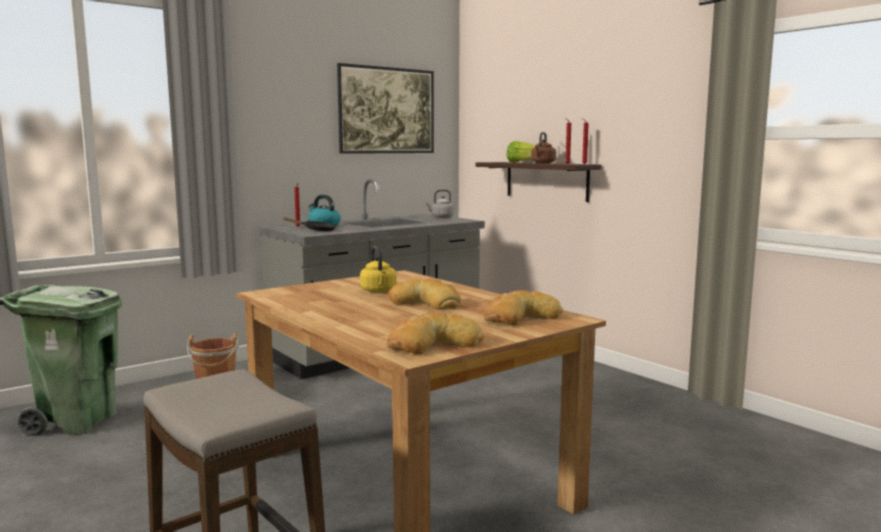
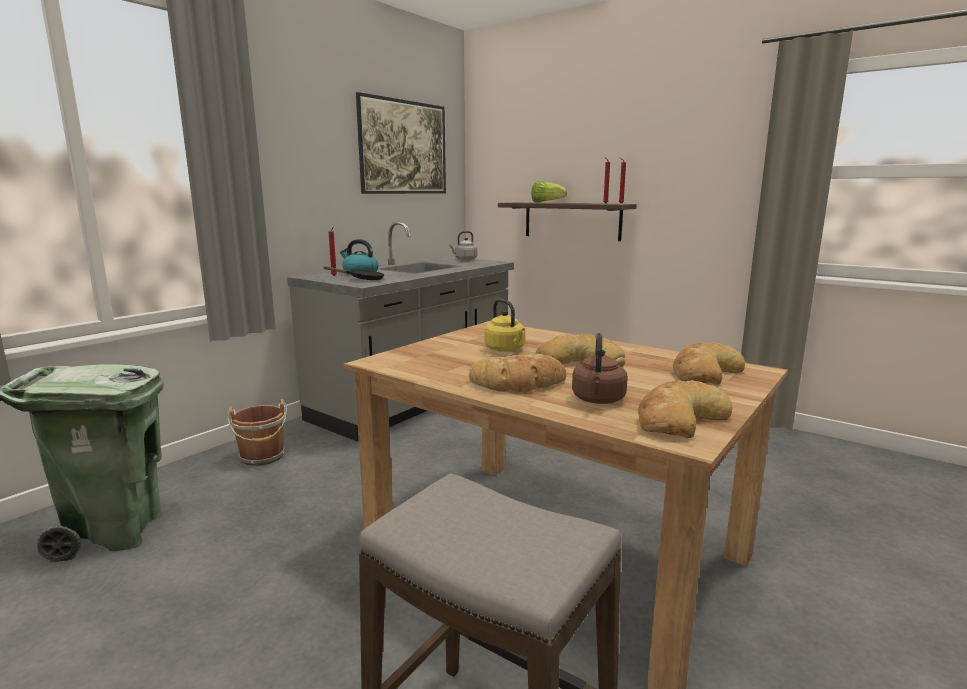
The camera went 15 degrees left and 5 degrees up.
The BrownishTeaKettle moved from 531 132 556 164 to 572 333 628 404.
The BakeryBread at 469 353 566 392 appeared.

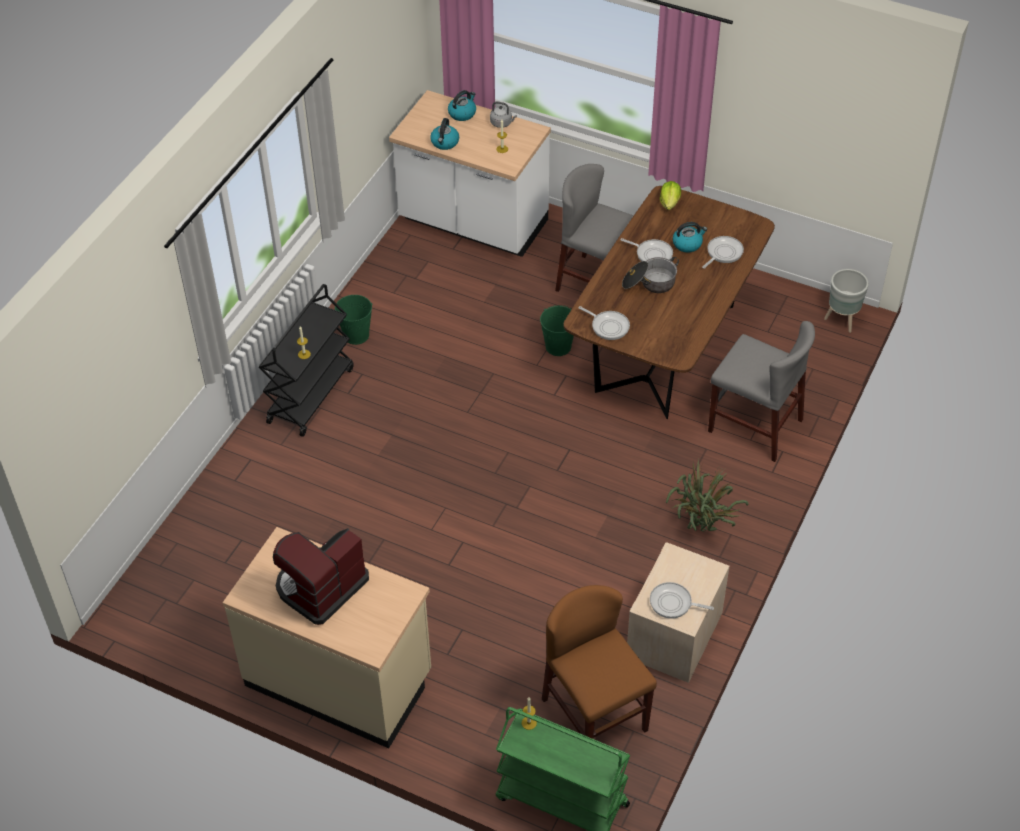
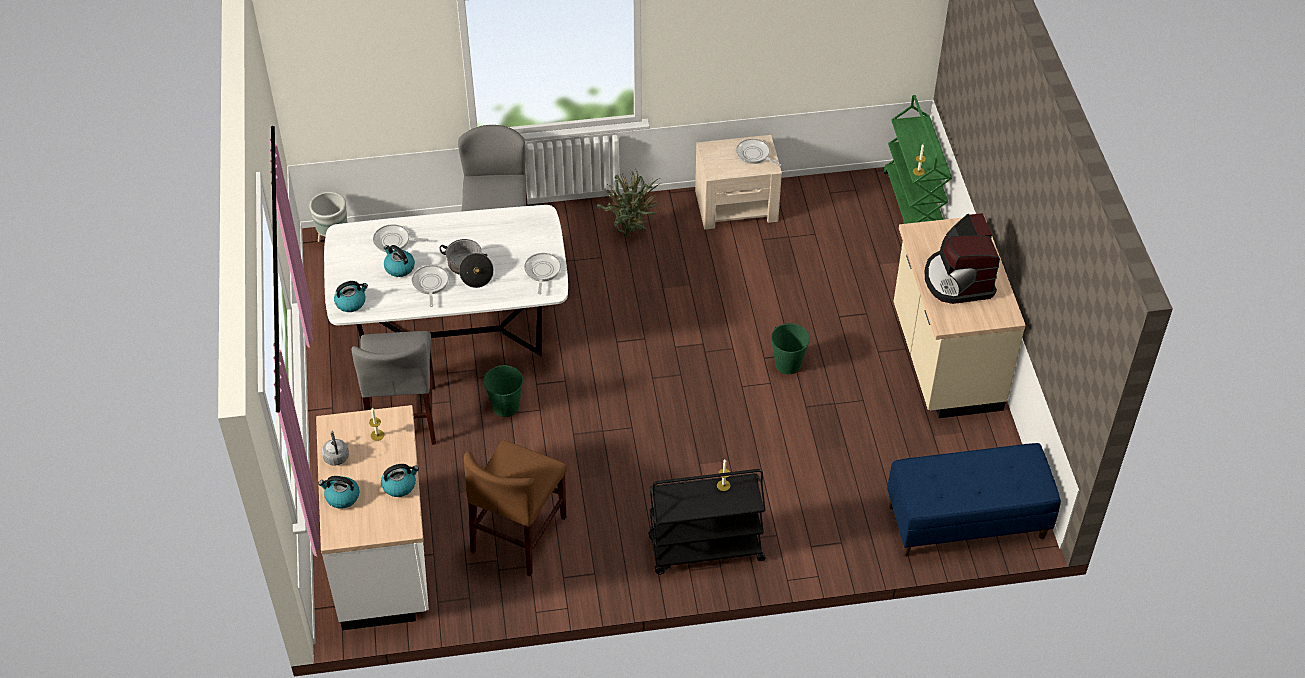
The camera went 125 degrees left and 0 degrees up.
The CoffeeBrewer at 273 528 369 625 turned 75 degrees clockwise.
The GreenColouredPail moved from 335 295 373 345 to 771 323 810 374.
The BrownishPlainChair moved from 542 585 657 739 to 464 440 567 576.
The BrownishDiningTable at 563 186 775 419 became the WhiteDiningTable at 324 205 568 356.
The Pan at 650 582 714 619 turned 150 degrees clockwise.
The Lettuce at 660 181 681 210 was replaced by the TeaKettle at 334 281 368 312.
The BluishIndoorBench at 887 443 1061 557 appeared.

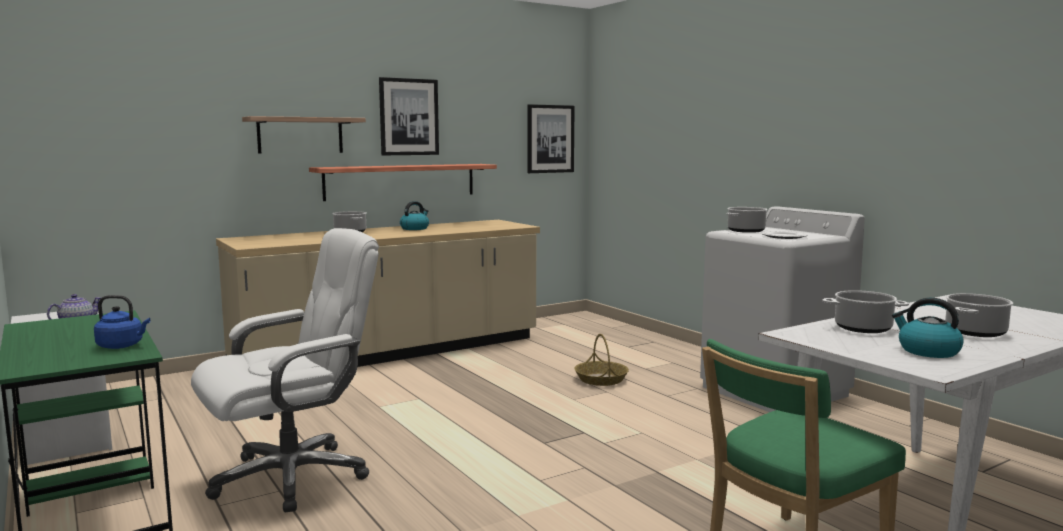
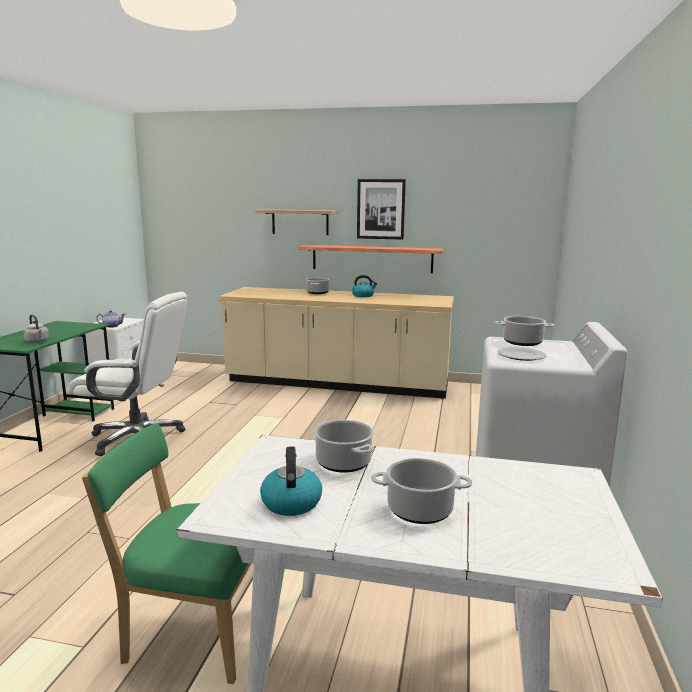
The camera went 45 degrees right and 5 degrees up.
The BluishTeaKettle at 94 295 150 349 became the GreyTeaKettle at 23 314 49 343.
The WallArt at 527 104 575 173 disappeared.
The StorageBasket at 574 334 629 386 disappeared.

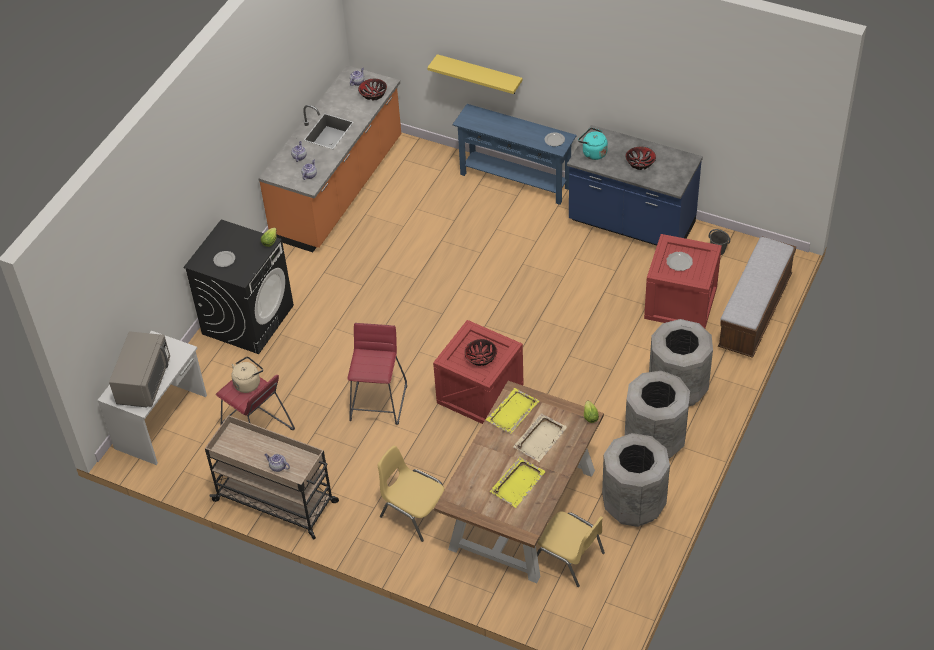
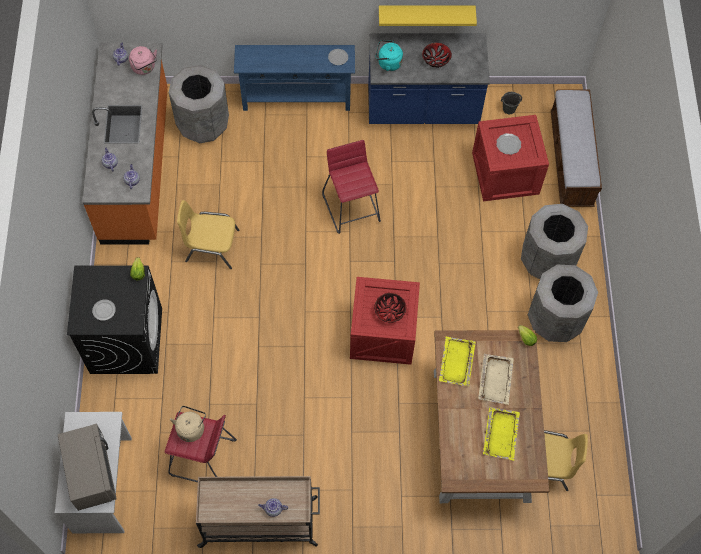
The camera went 30 degrees left and 15 degrees up.
The RedSittingStool moved from 348 323 407 425 to 322 140 381 234.
The Bowl at 358 79 387 101 was replaced by the PinkishTeaKettle at 129 46 157 75.
The YellowColouredPlainChair moved from 378 446 445 542 to 177 200 240 269.
The YellowColouredWallShelf moved from 427 54 523 94 to 379 5 477 26.
The GreyRubbishBin moved from 602 433 670 527 to 169 65 229 143.

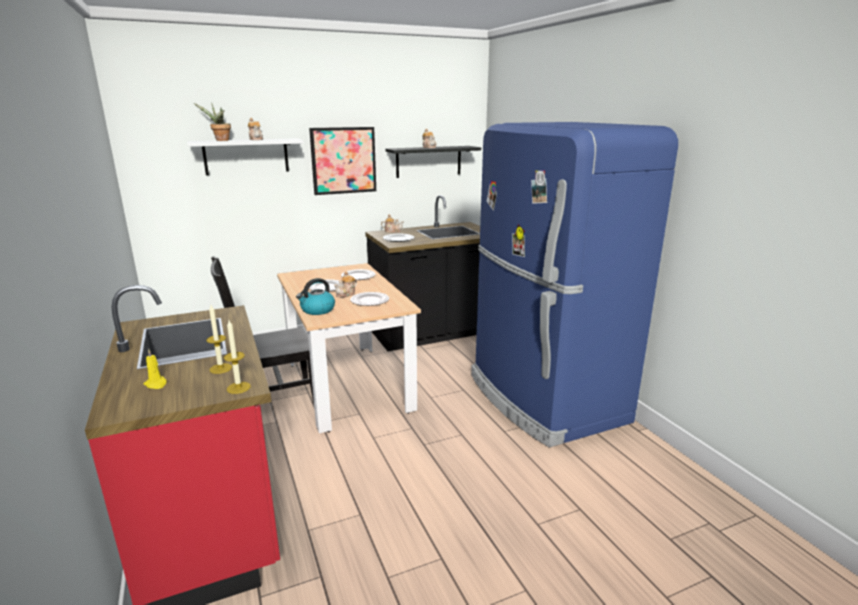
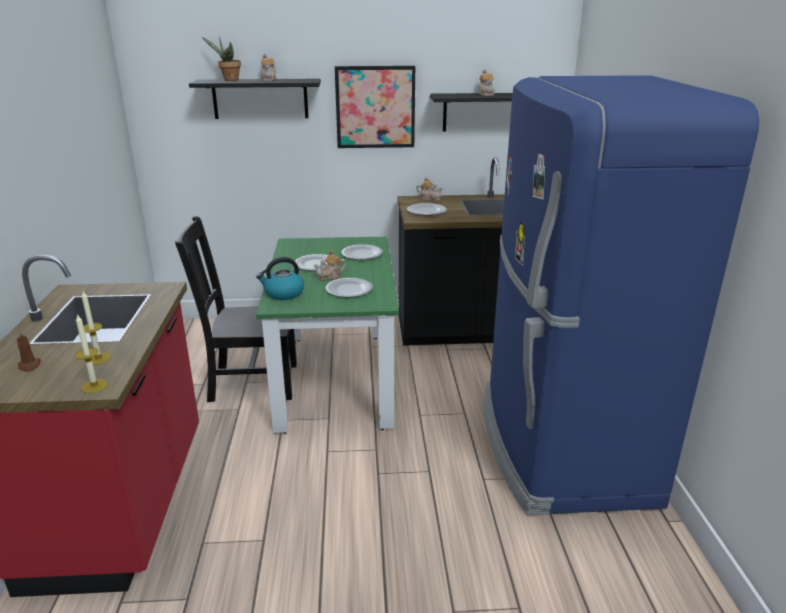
The camera went 20 degrees right and 5 degrees up.
The YellowColouredWaxLight at 143 349 167 389 became the BrownishWaxLight at 17 329 41 372.
The WhiteWallShelf at 187 138 304 175 became the BlackishWallShelf at 189 79 321 119.
The SandColouredDiningTable at 277 263 421 433 became the GreenColouredDiningTable at 256 237 399 434.

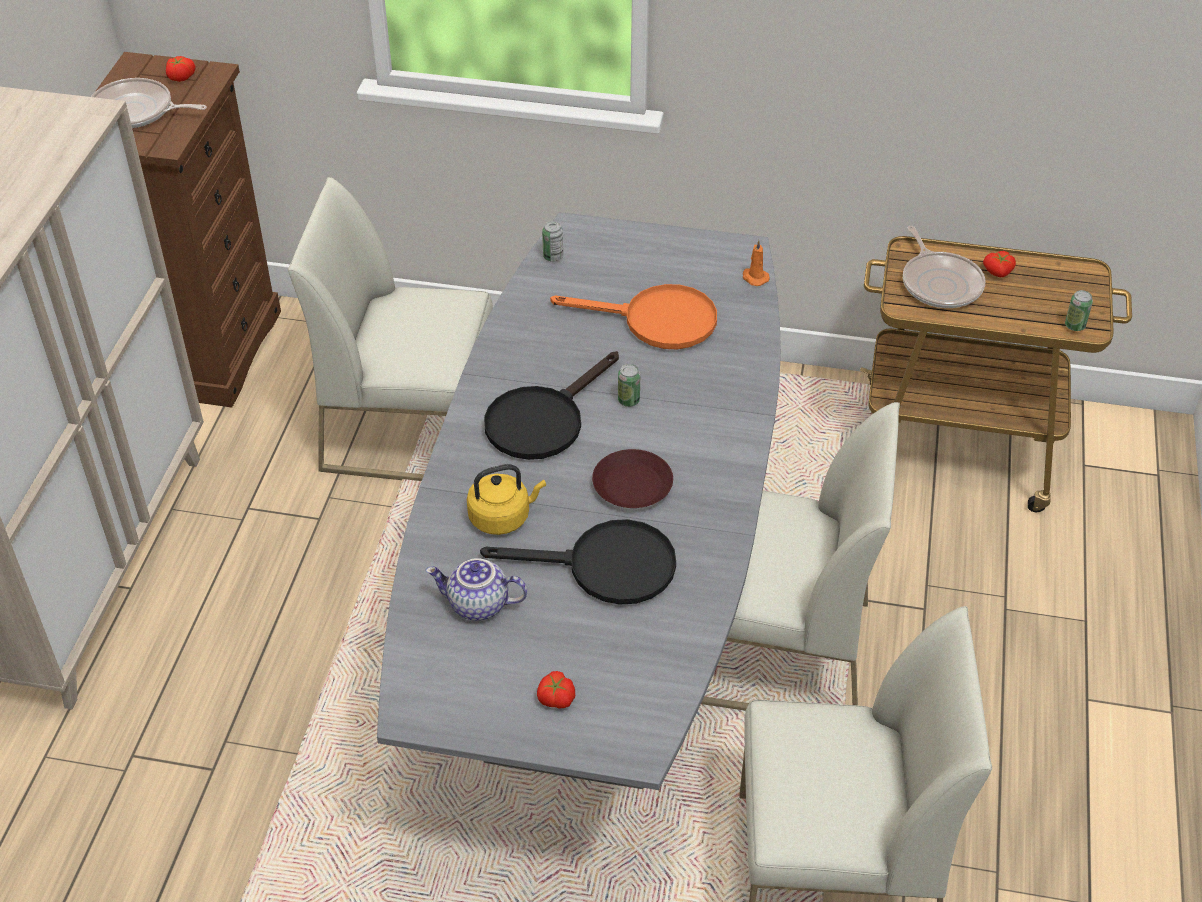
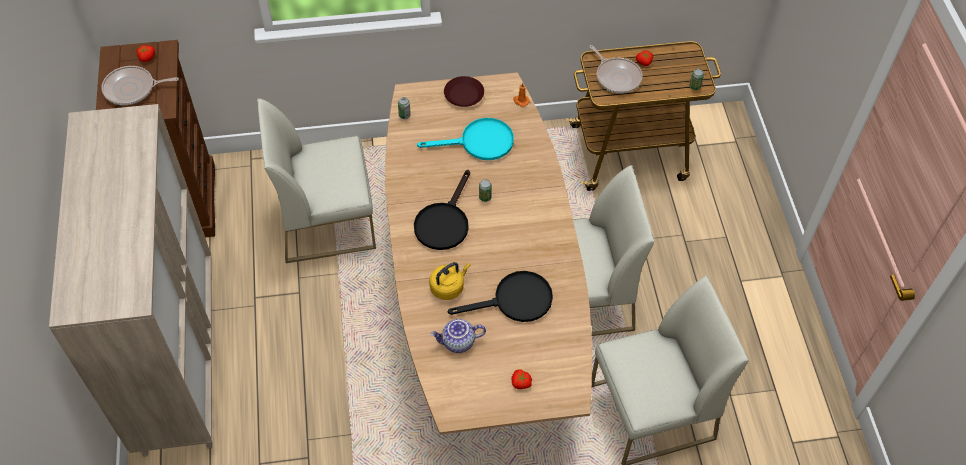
The camera went 20 degrees left and 10 degrees up.
The GreyDiningTable at 377 212 781 790 became the BrownishDiningTable at 385 72 592 435.
The OrangeColouredPan at 550 284 717 349 became the BlueGreenPan at 417 118 514 160.
The BrownishPlate moved from 592 449 673 508 to 444 76 484 107.

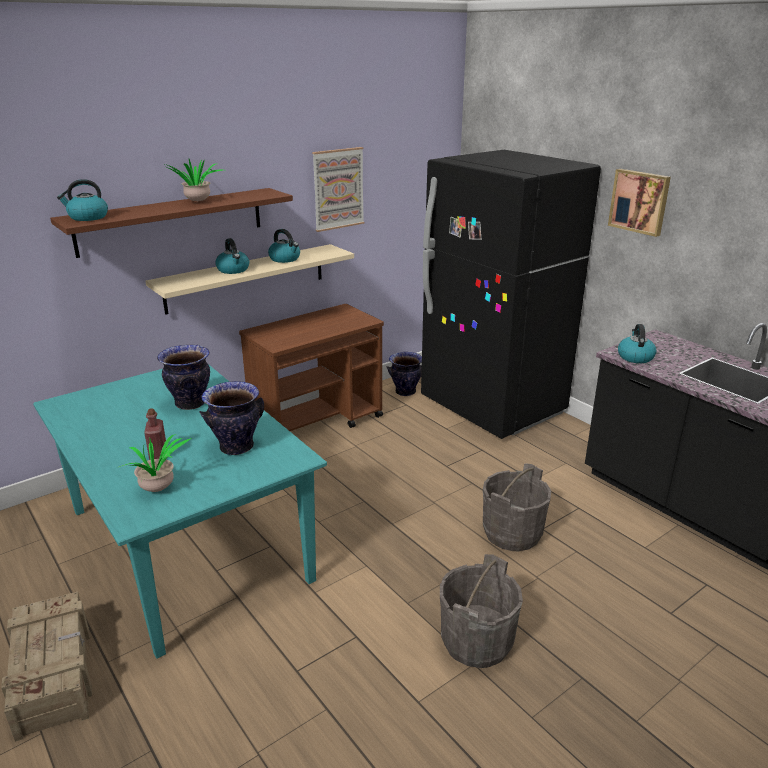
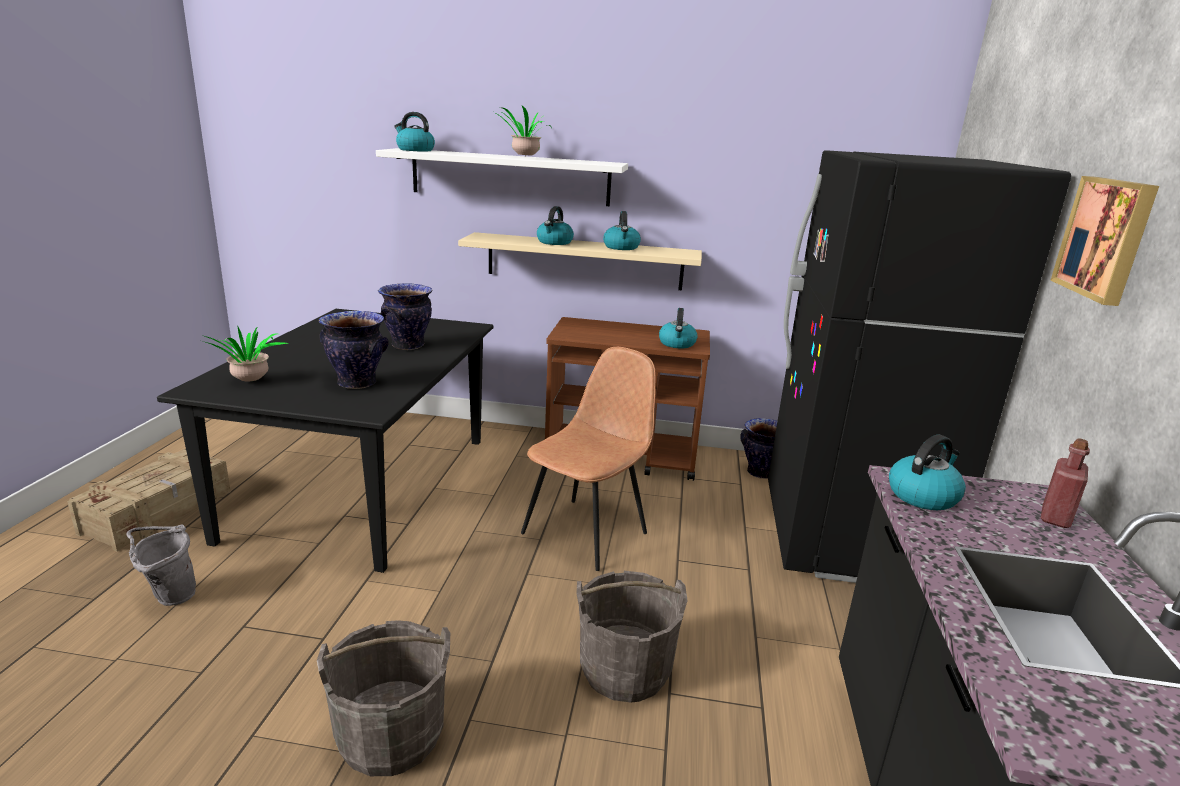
The camera went 45 degrees right and 5 degrees down.
The BlueGreenDiningTable at 33 364 327 659 became the BlackishDiningTable at 157 309 494 573.
The BrownishWallShelf at 50 188 293 258 became the WhiteWallShelf at 376 148 628 206.
The RedBottle moved from 144 408 166 460 to 1041 438 1090 528.
The WallArt at 312 147 364 232 disappeared.
The GreyPail at 127 524 196 606 appeared.
The BrownishPlainChair at 521 347 656 571 appeared.
The TeaKettle at 659 308 698 349 appeared.

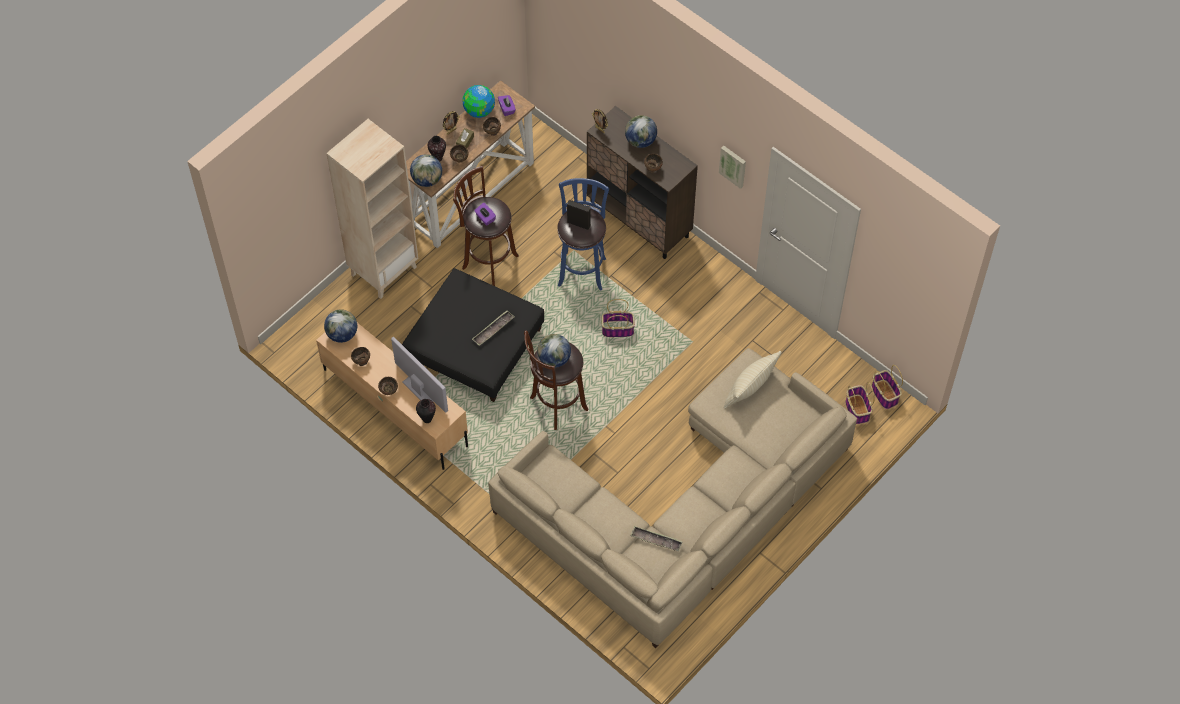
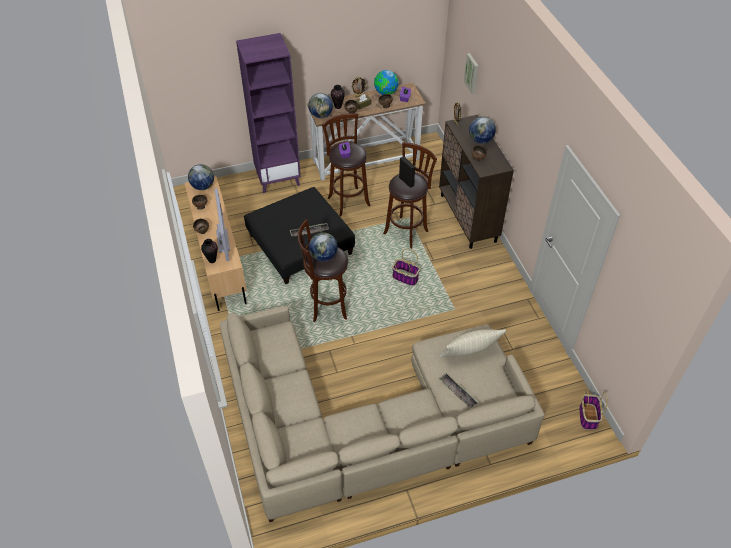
The camera went 30 degrees right and 10 degrees down.
The SandColouredShelvingUnit at 326 119 418 299 became the PurplishShelvingUnit at 236 33 301 193.
The BluishSittingStool at 557 178 609 291 became the BrownishSittingStool at 383 142 437 249.
The ServingTray moved from 630 526 683 551 to 439 373 479 408.
The WallArt moved from 719 146 746 189 to 464 53 479 94.
The StorageBasket at 845 382 874 424 disappeared.

